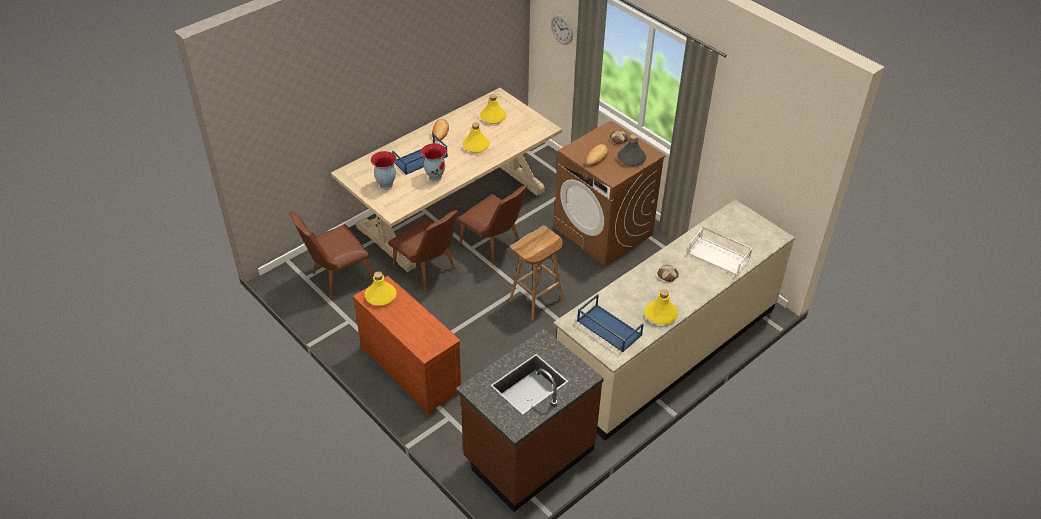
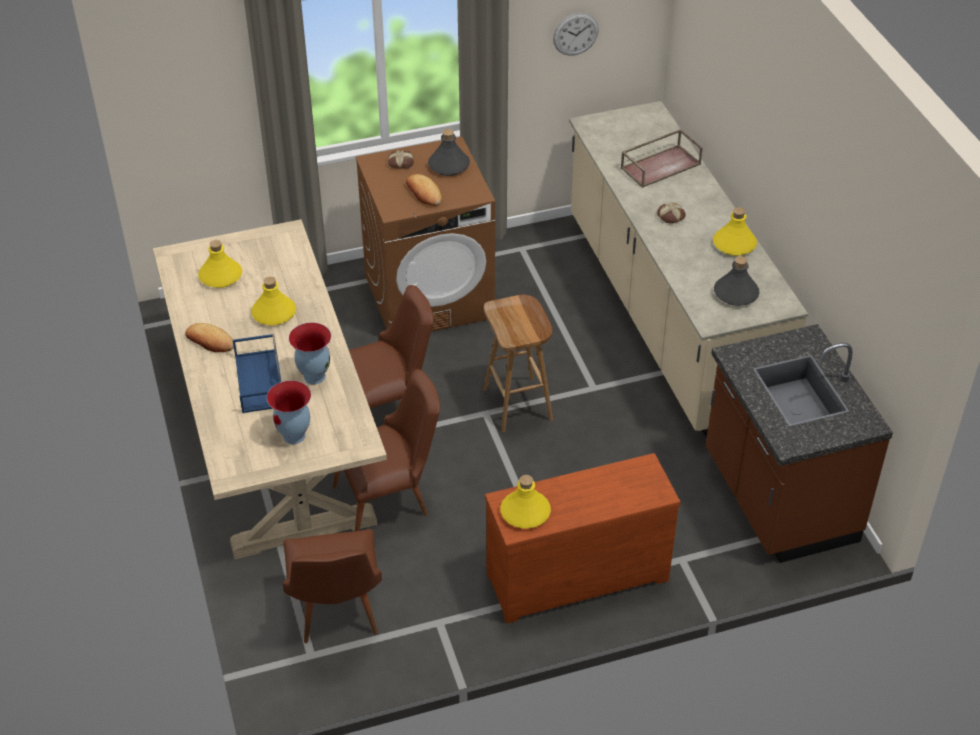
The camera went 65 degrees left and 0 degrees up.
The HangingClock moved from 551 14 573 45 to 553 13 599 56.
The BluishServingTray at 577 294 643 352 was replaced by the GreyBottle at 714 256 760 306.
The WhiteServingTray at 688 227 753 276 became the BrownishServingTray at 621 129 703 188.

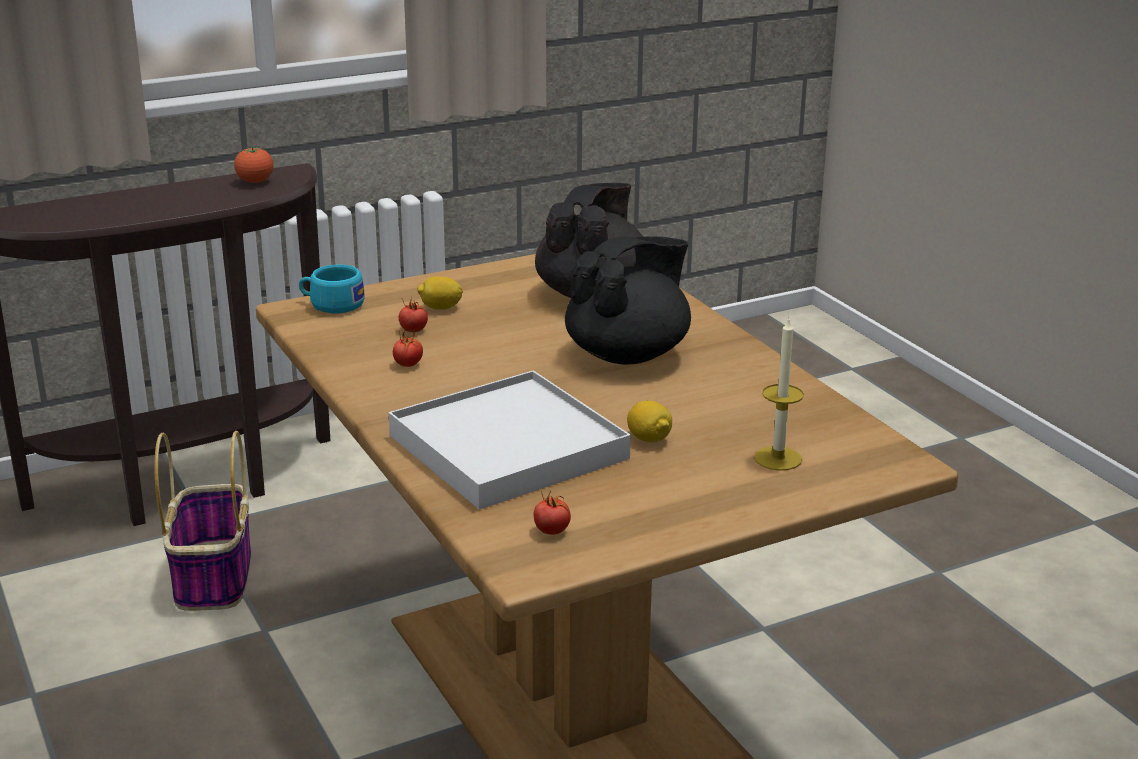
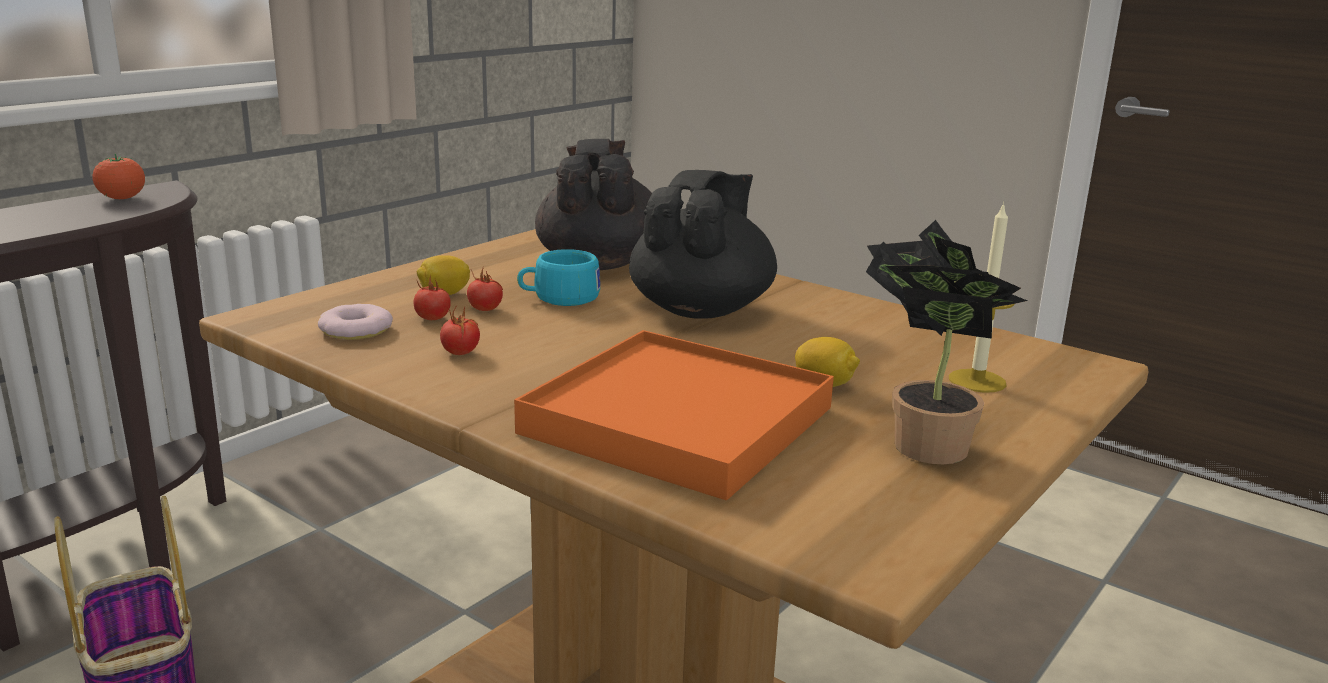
The camera went 25 degrees left and 5 degrees down.
The BlueGreenCup moved from 299 264 365 314 to 517 249 600 306.
The WhiteServingTray at 389 371 631 510 became the OrangeColouredServingTray at 514 330 834 500.
The WholeTomato moved from 534 490 571 535 to 467 268 503 311.
The Doughnut at 318 304 393 340 appeared.
The PottedPlant at 866 220 1028 464 appeared.

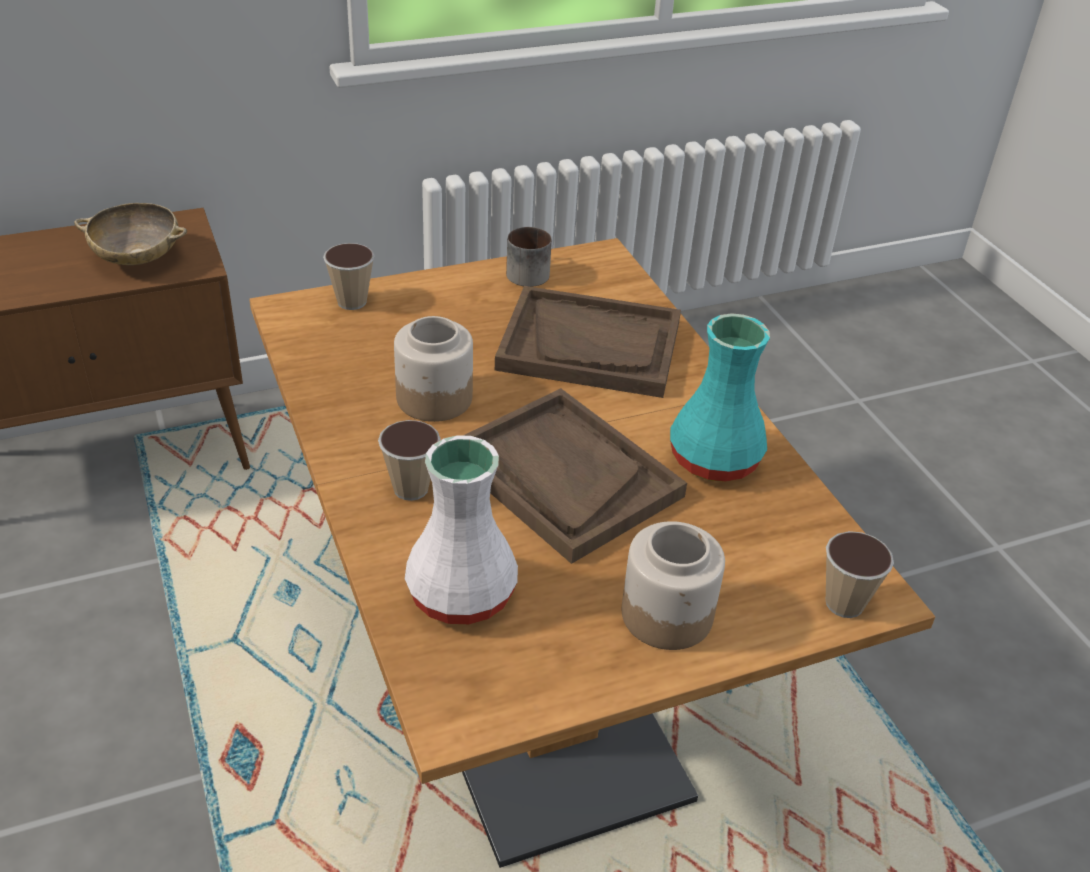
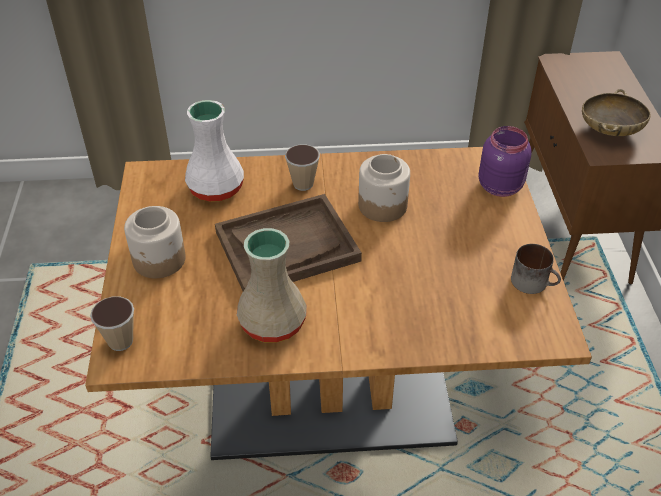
The camera went 110 degrees right and 5 degrees up.
The Cup at 323 243 375 310 was replaced by the PurplishStorageJar at 478 126 532 197.
The BrownishServingTray at 495 286 681 398 disappeared.
The BlueGreenFlowerVase at 670 313 770 482 became the SandColouredFlowerVase at 237 228 307 343.

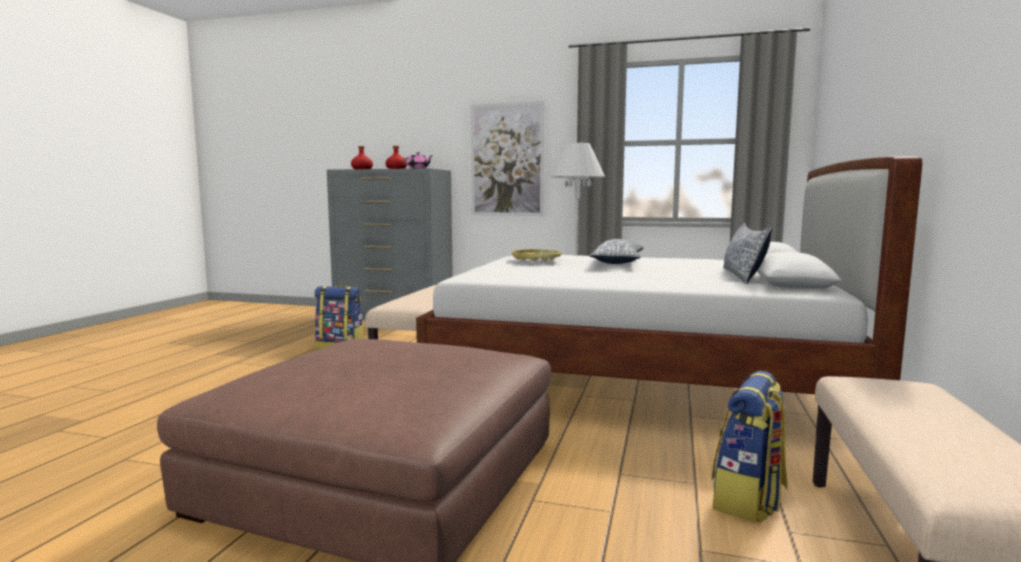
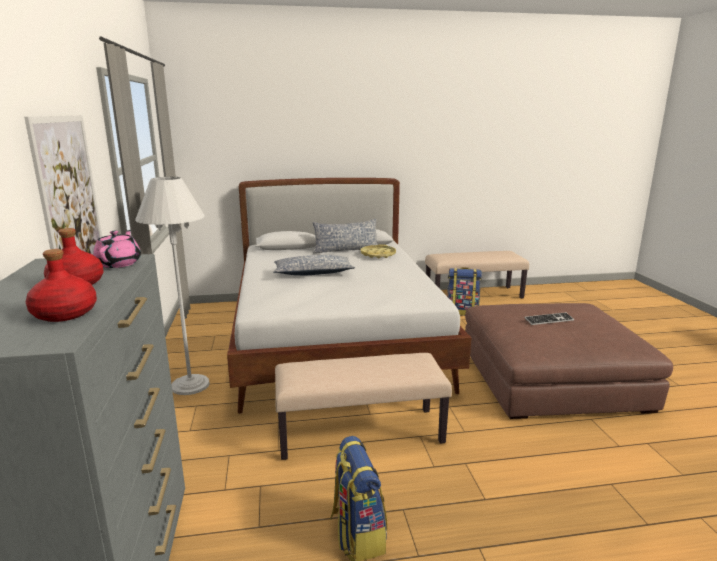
The camera went 115 degrees left and 10 degrees up.
The YellowColouredServingTray moved from 512 249 562 261 to 361 244 396 258.
The ComputerKeyboard at 524 312 574 325 appeared.

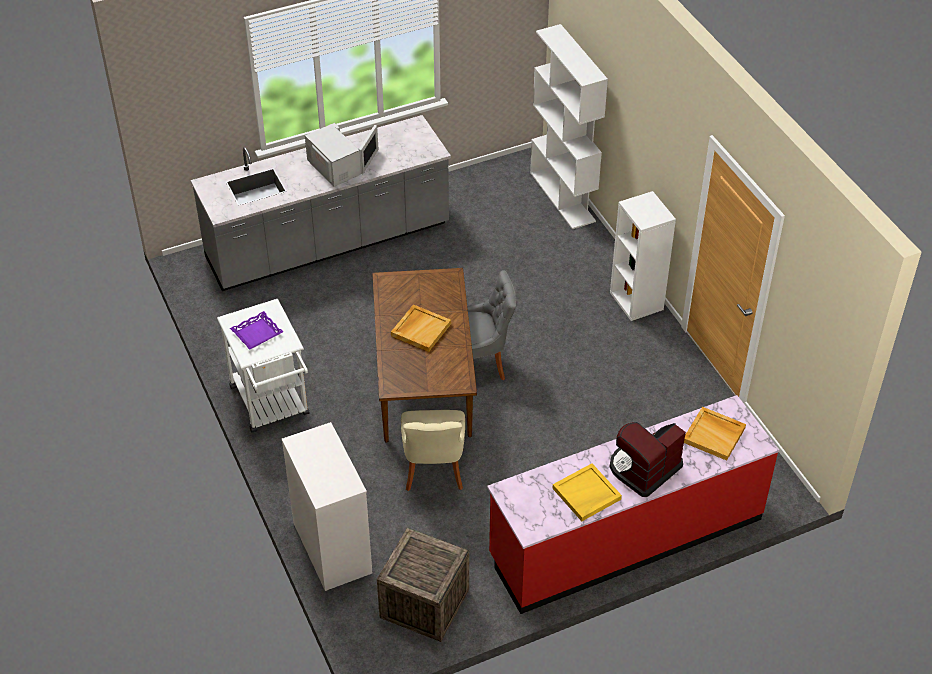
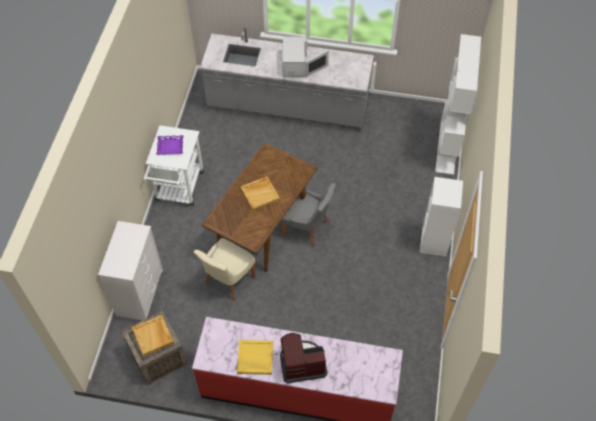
The camera went 35 degrees right and 10 degrees up.
The SandColouredServingTray moved from 684 407 746 461 to 132 315 174 356.

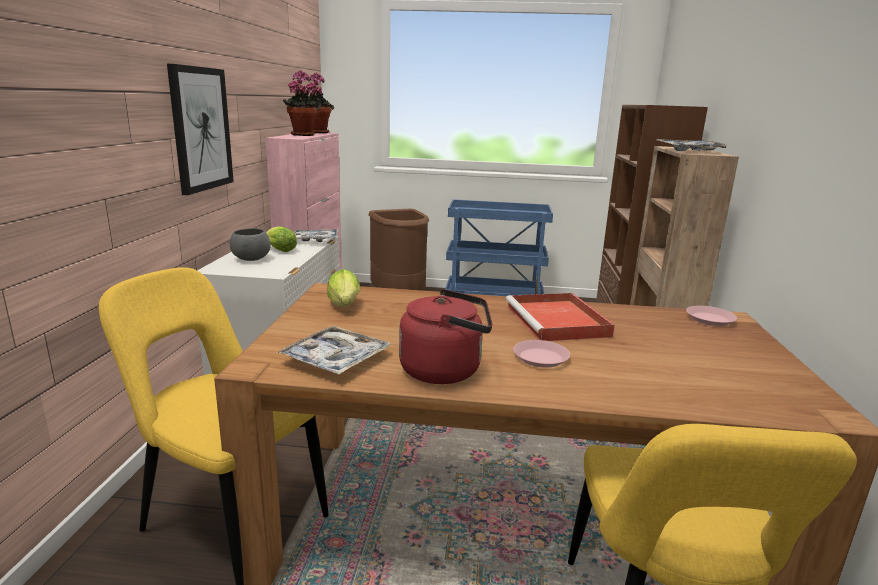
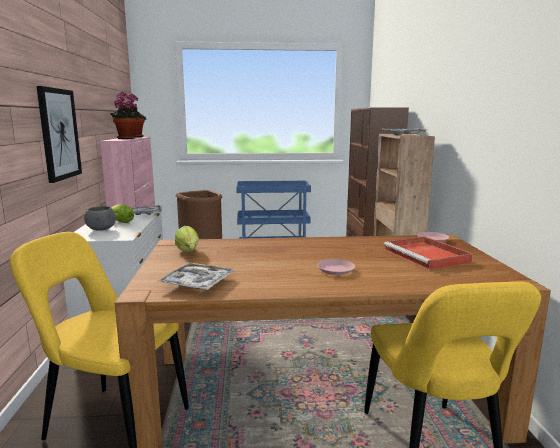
The camera went 10 degrees left and 5 degrees down.
The RedTeaKettle at 399 289 493 384 disappeared.
The RedServingTray moved from 506 293 615 341 to 384 237 473 270.

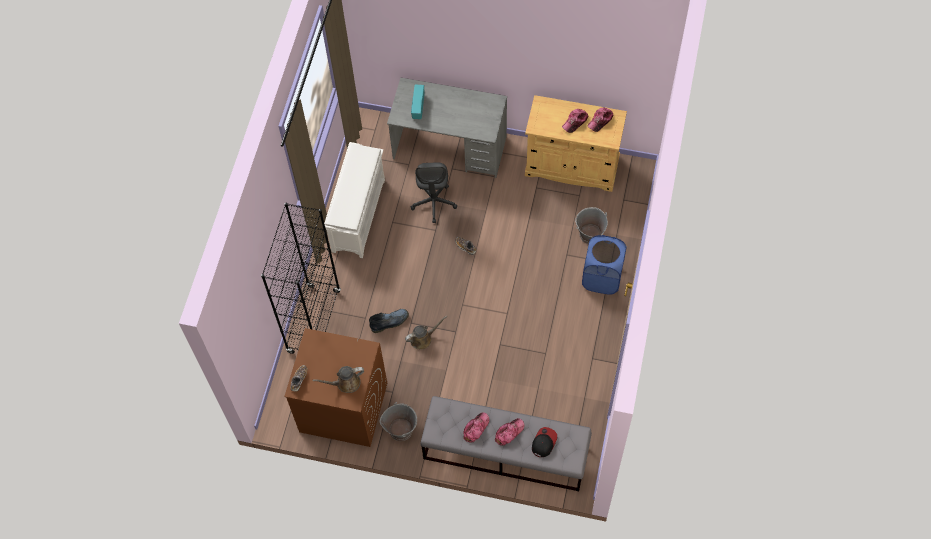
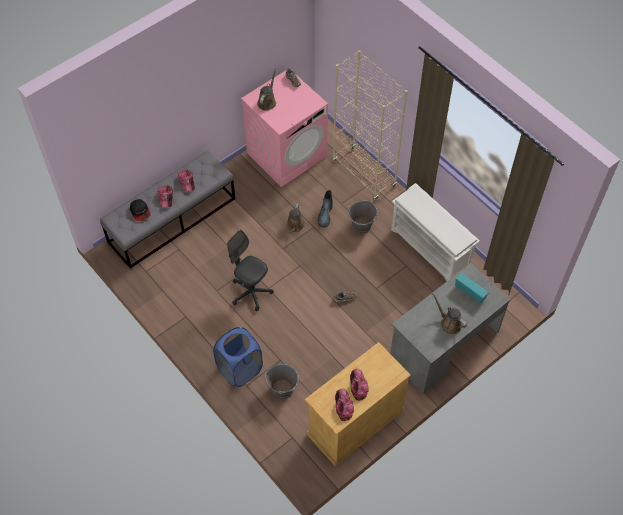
The camera went 125 degrees right and 5 degrees down.
The BlackishShelvingUnit at 261 203 341 354 became the SandColouredShelvingUnit at 332 50 407 201.
The BrownishLaundryAppliance at 284 328 387 447 became the PinkishLaundryAppliance at 241 71 328 187.
The GreyPail moved from 380 402 417 441 to 348 201 377 234.
The GreyDeskChair moved from 411 163 457 223 to 227 230 274 311.
The BrownishSprinklingCan at 432 293 467 334 appeared.

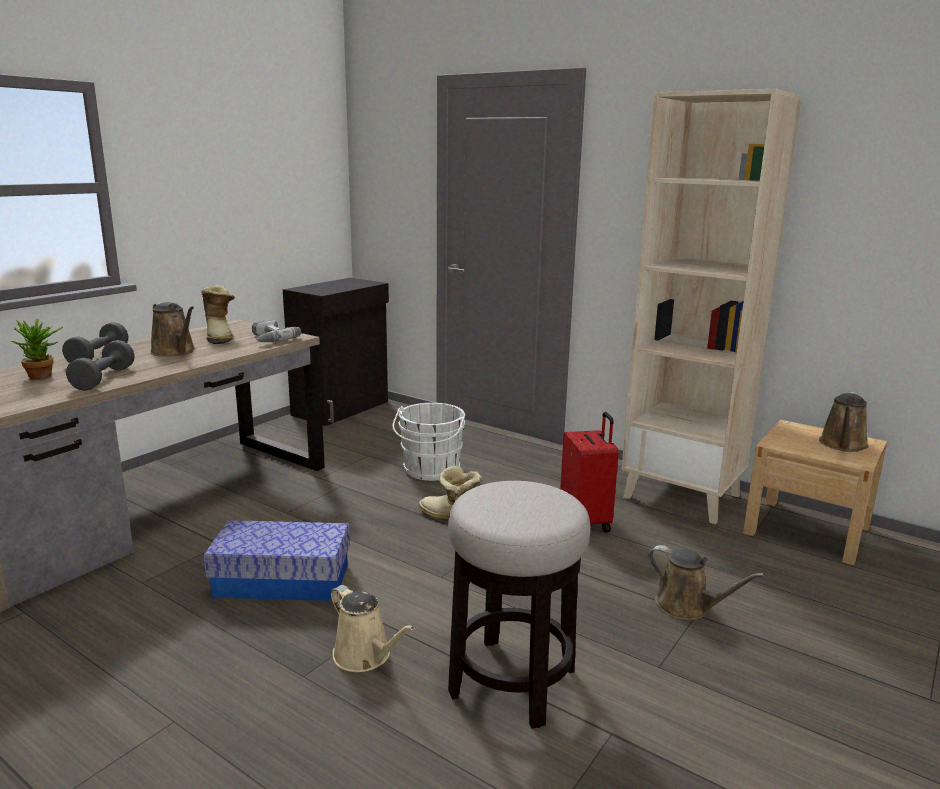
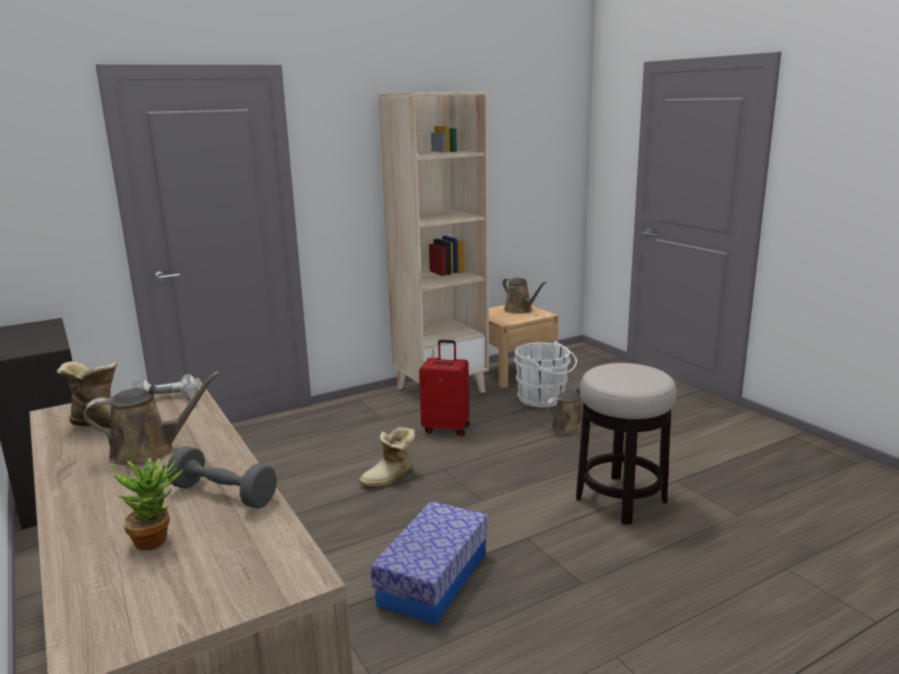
The camera went 65 degrees left and 0 degrees up.
The GreyHandWeight at 62 322 128 363 disappeared.
The SandColouredSprinklingCan at 331 585 415 672 disappeared.
The WhitePail moved from 392 403 465 481 to 514 341 577 408.

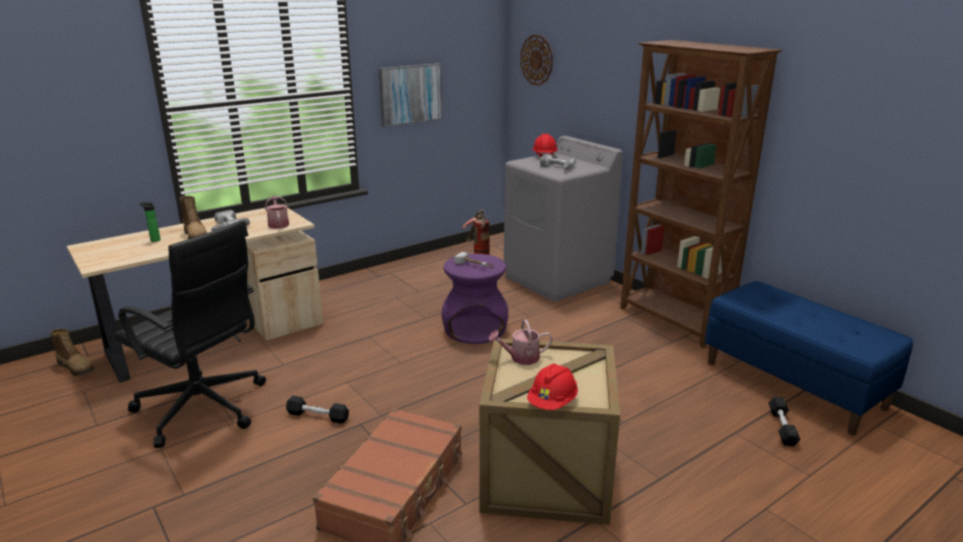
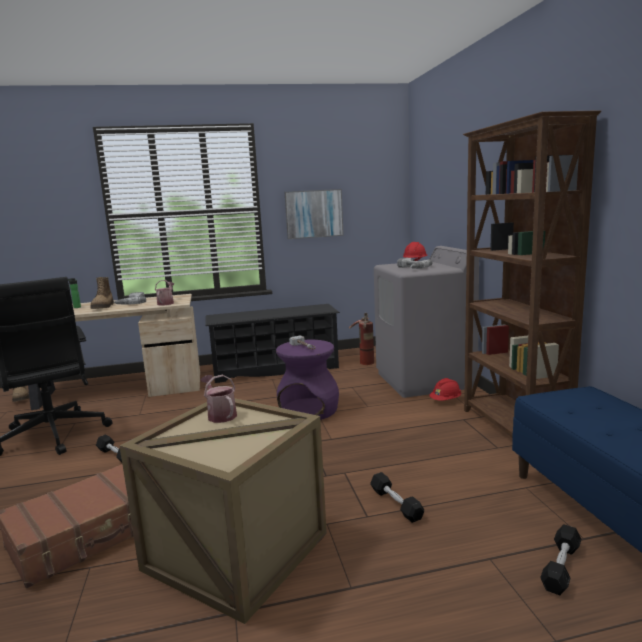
The camera went 25 degrees right and 10 degrees down.
The SprinklingCan at 489 319 553 365 turned 45 degrees clockwise.
The HangingClock at 520 35 553 86 disappeared.
The RedSafetyHelmet moved from 527 364 578 410 to 429 378 462 401.
The BlackishShoeStand at 205 304 340 383 appeared.
The BlackishHandWeight at 370 472 424 523 appeared.

